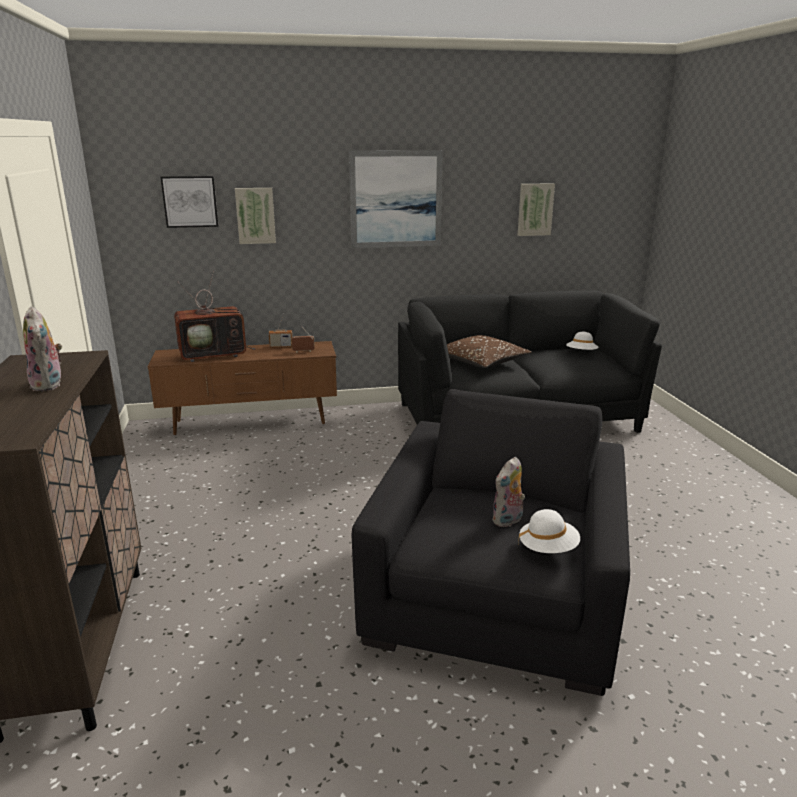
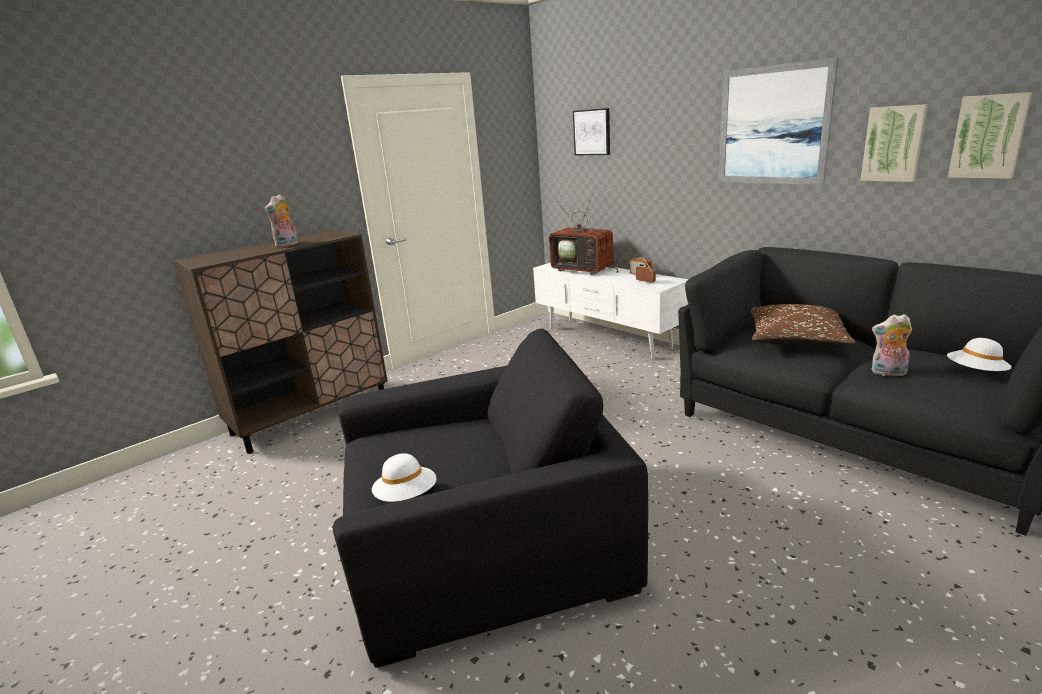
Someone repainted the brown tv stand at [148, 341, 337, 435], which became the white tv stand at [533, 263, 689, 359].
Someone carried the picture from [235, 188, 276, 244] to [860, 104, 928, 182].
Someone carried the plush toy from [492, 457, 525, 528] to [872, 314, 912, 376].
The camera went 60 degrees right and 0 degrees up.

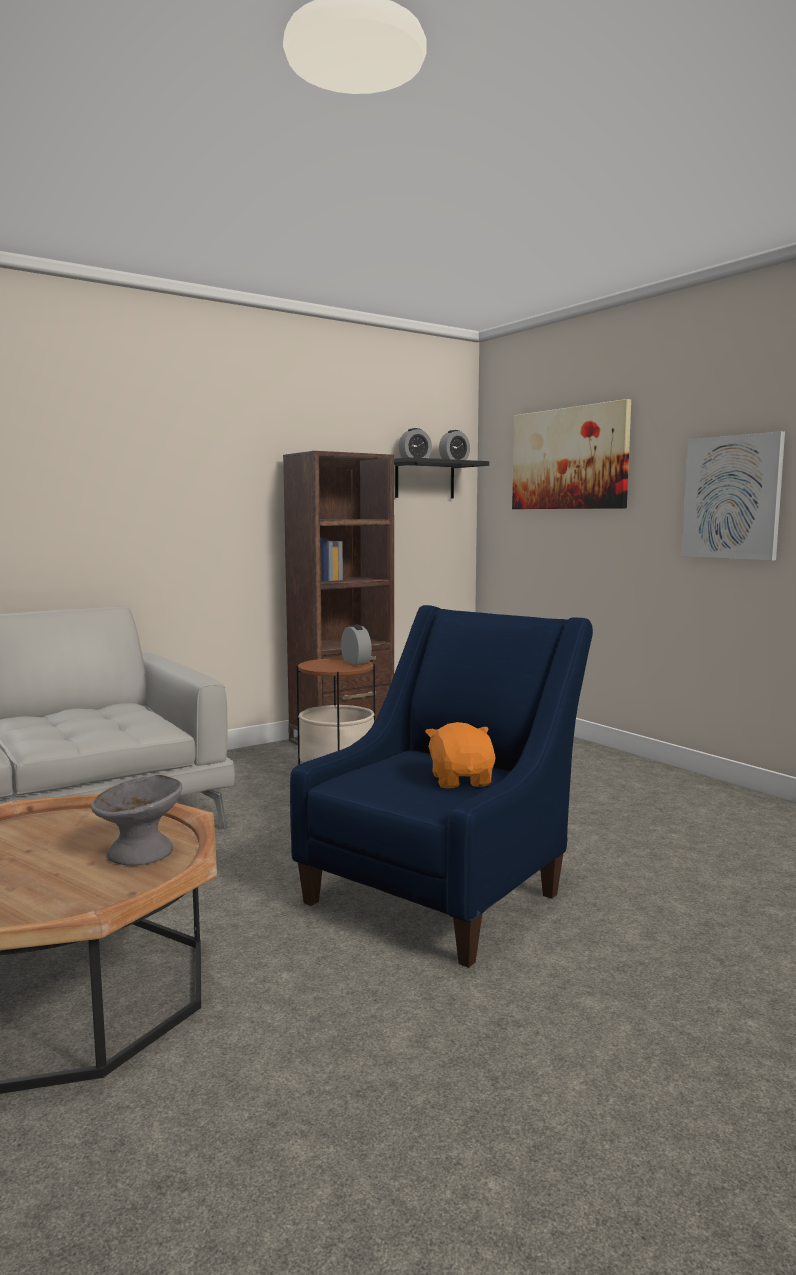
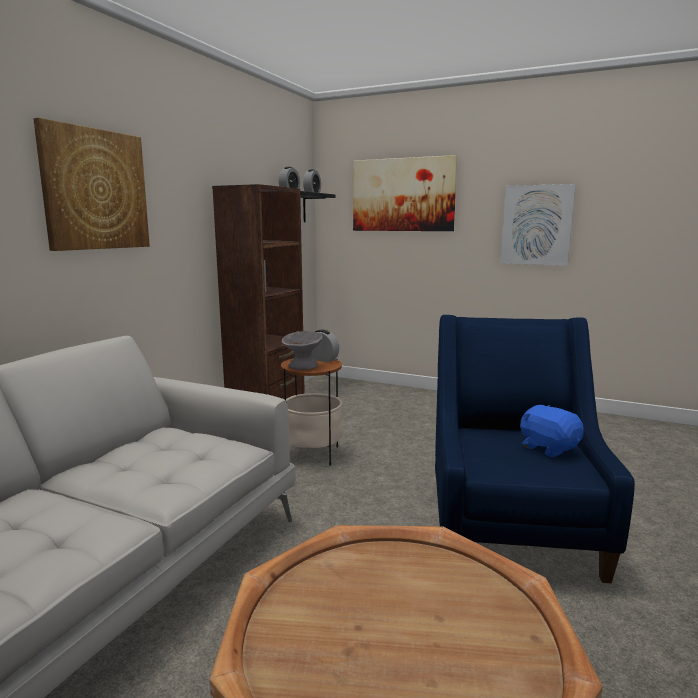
Someone put up the picture at [33, 118, 150, 251].
Someone carried the grey bowl from [91, 775, 182, 866] to [282, 331, 323, 370].
Someone repainted the orange plush toy at [425, 722, 496, 788], which became the blue plush toy at [520, 405, 584, 457].
The camera went 30 degrees left and 5 degrees up.

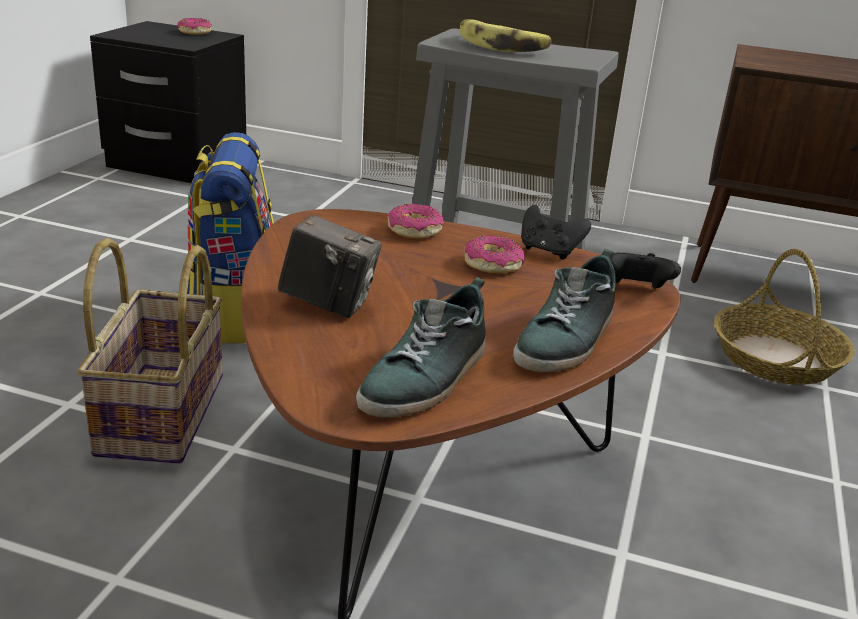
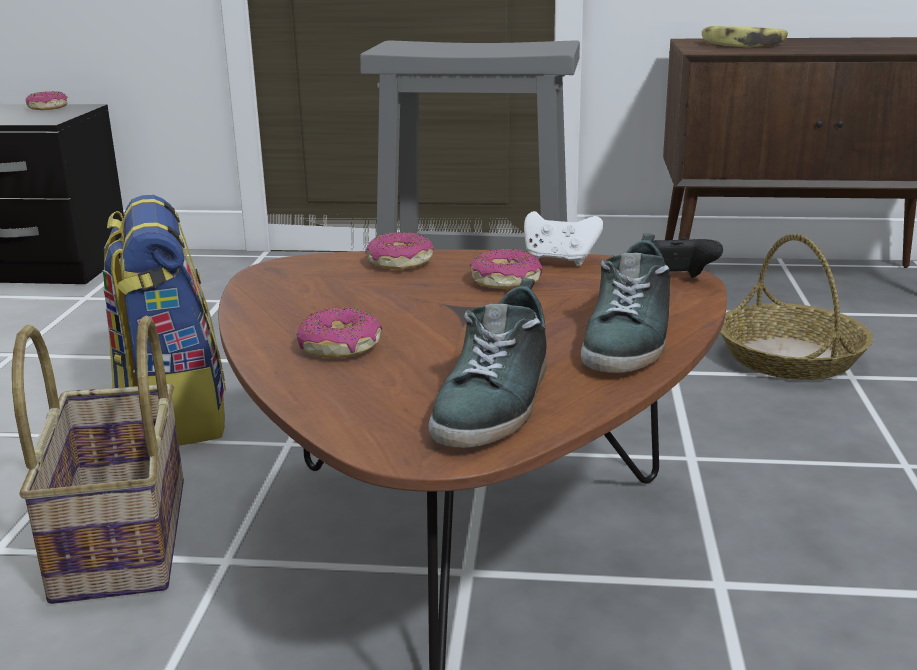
Someone swapped the photo camera at [278, 215, 382, 318] for the donut at [297, 308, 382, 358].
Someone repainted the black game controller at [521, 205, 591, 260], which became the white game controller at [524, 211, 603, 266].
Someone carried the banana from [460, 19, 551, 52] to [702, 26, 788, 47].
The camera went 10 degrees left and 5 degrees down.

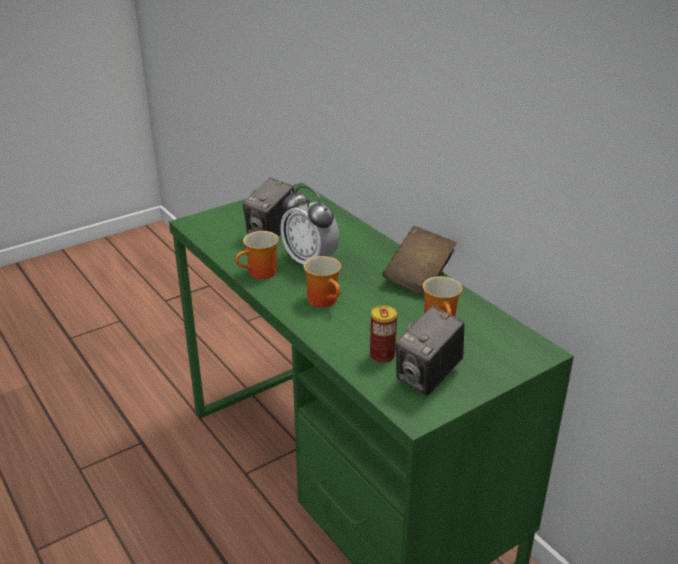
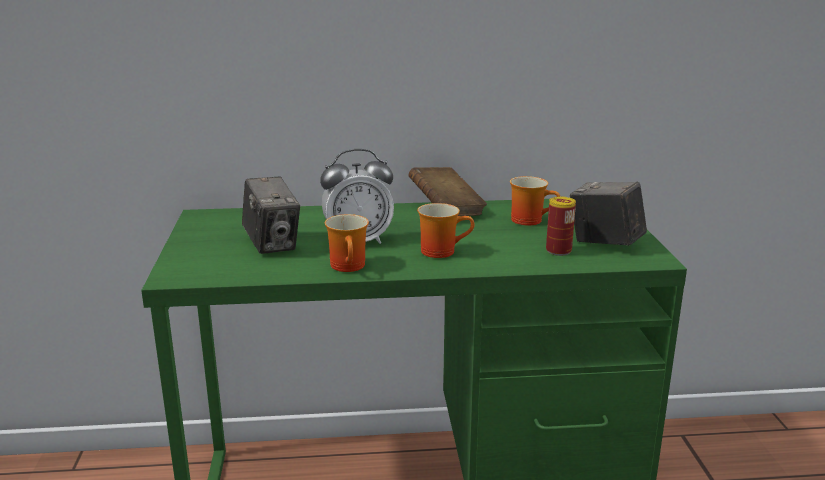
Someone rotated the photo camera at [396, 306, 465, 396] by 150 degrees clockwise.
The camera went 60 degrees left and 10 degrees down.

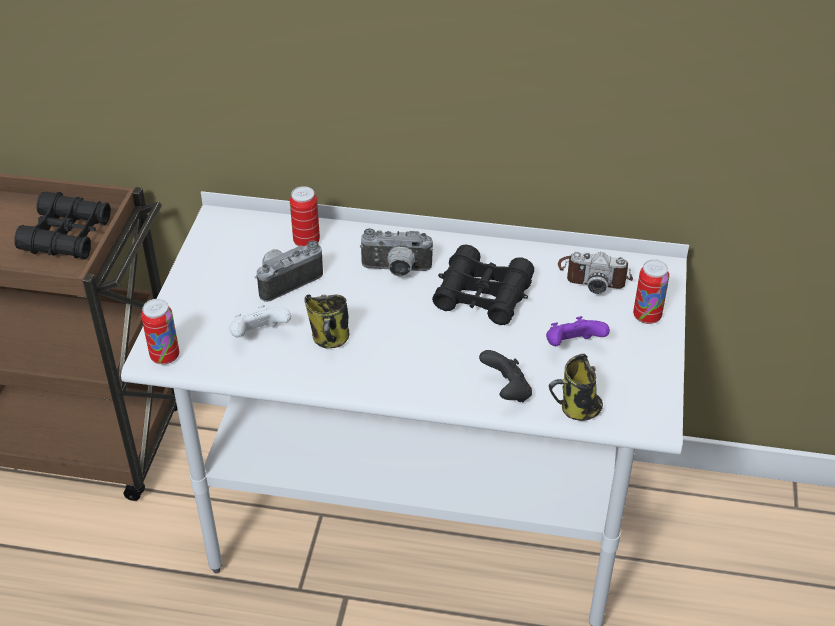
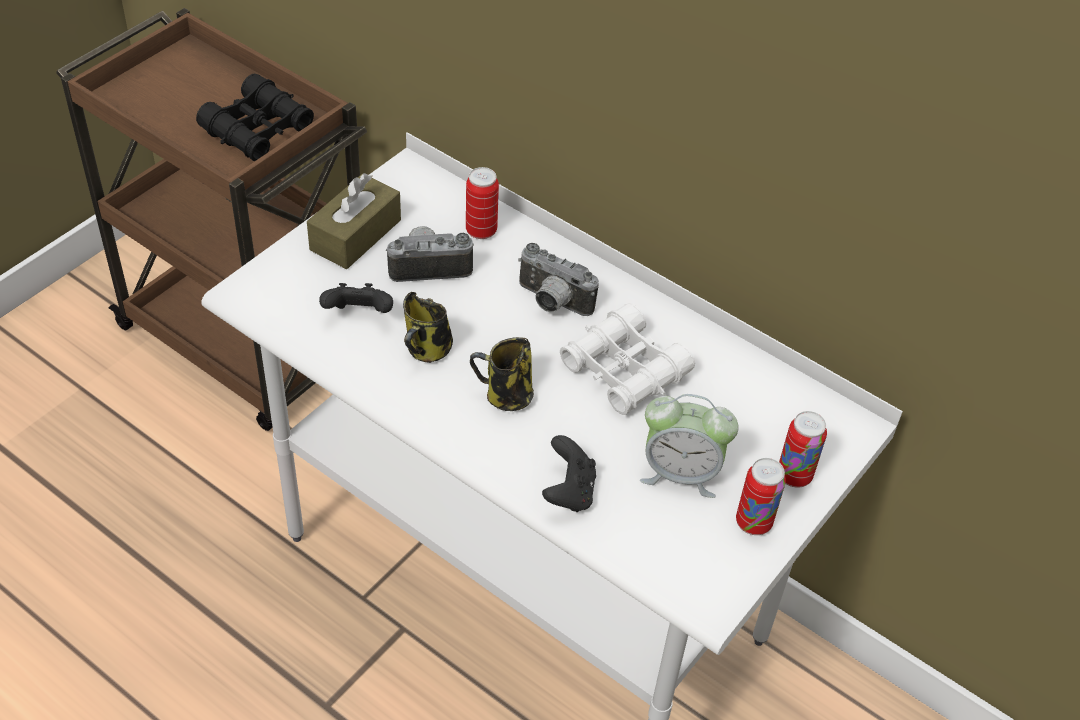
Someone put down the brown tissue box at [307, 173, 401, 269].
Someone repainted the white game controller at [229, 305, 291, 337], which became the black game controller at [319, 283, 393, 313].
Someone carried the mug from [549, 354, 603, 421] to [470, 337, 534, 411].
Someone repainted the black binoculars at [432, 244, 534, 325], which became the white binoculars at [560, 303, 695, 415].
Someone swapped the purple game controller at [546, 316, 610, 346] for the alarm clock at [640, 394, 739, 498].
Someone carried the can from [141, 299, 179, 365] to [736, 458, 786, 535].
Someone took away the photo camera at [558, 252, 633, 294].
The camera went 25 degrees right and 5 degrees up.

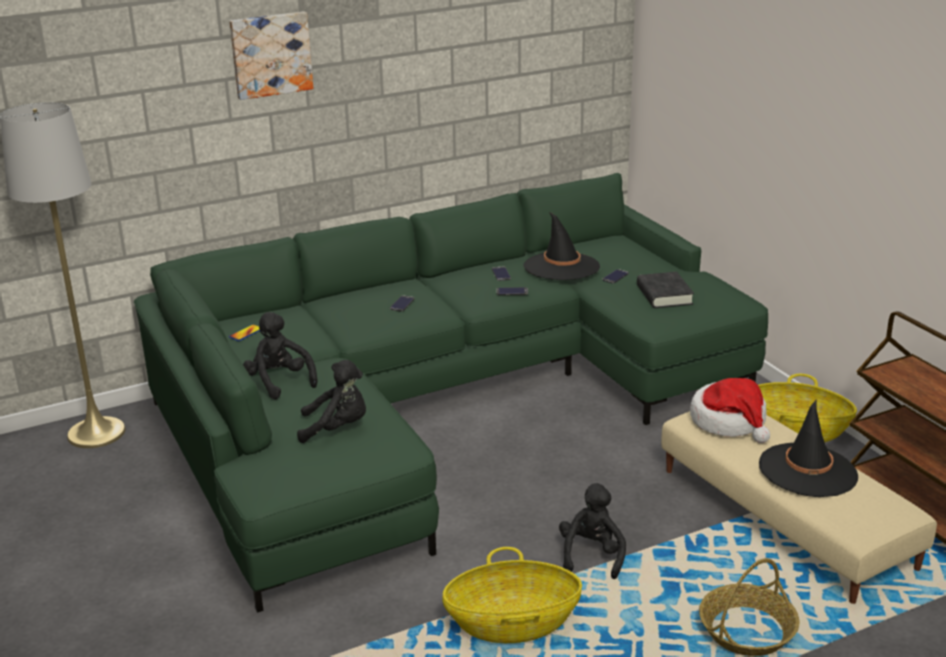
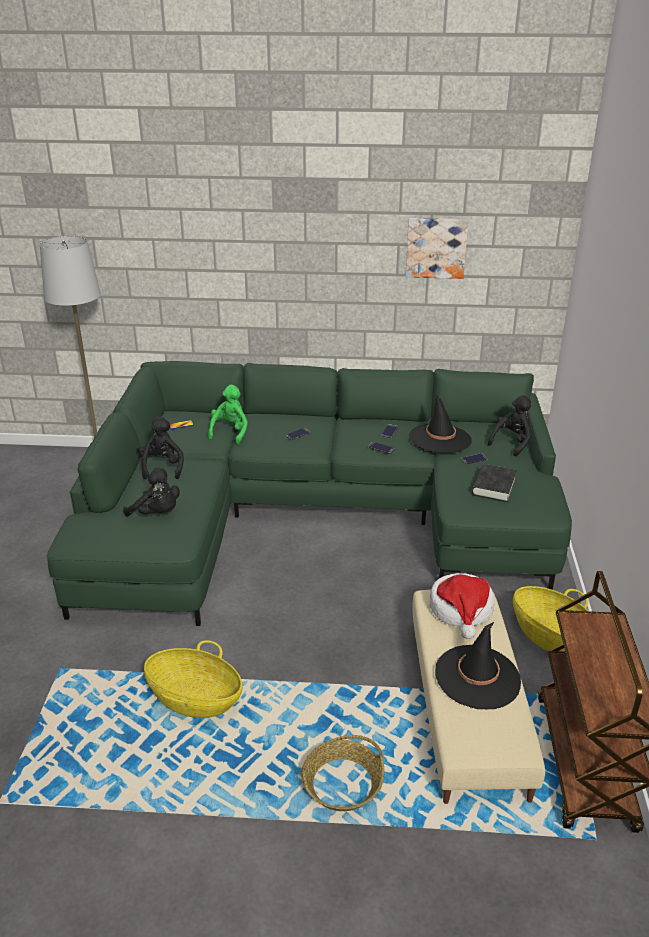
Someone put down the green plush toy at [208, 385, 248, 444].
Someone carried the picture from [229, 11, 313, 100] to [406, 218, 469, 279].
Someone carried the black plush toy from [559, 483, 626, 579] to [488, 395, 531, 457].
The camera went 30 degrees right and 5 degrees up.

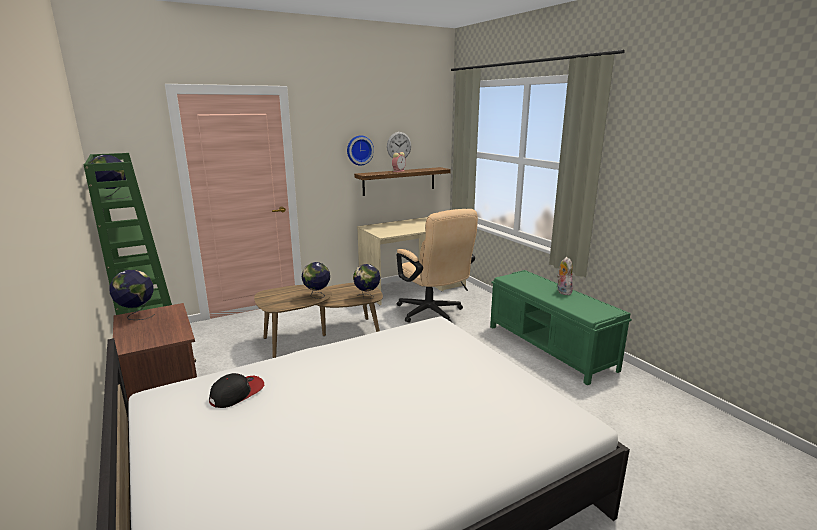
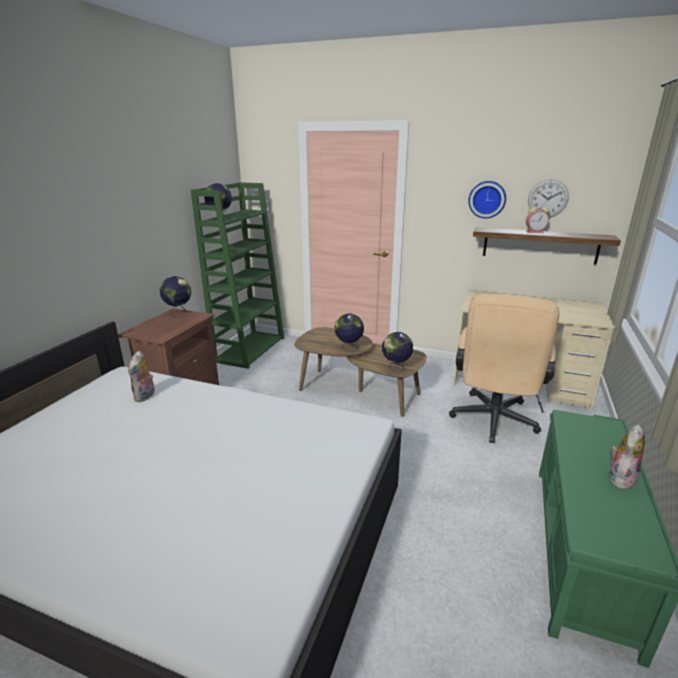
Someone swapped the cap at [209, 373, 264, 408] for the plush toy at [128, 351, 155, 402].
The camera went 50 degrees right and 5 degrees up.

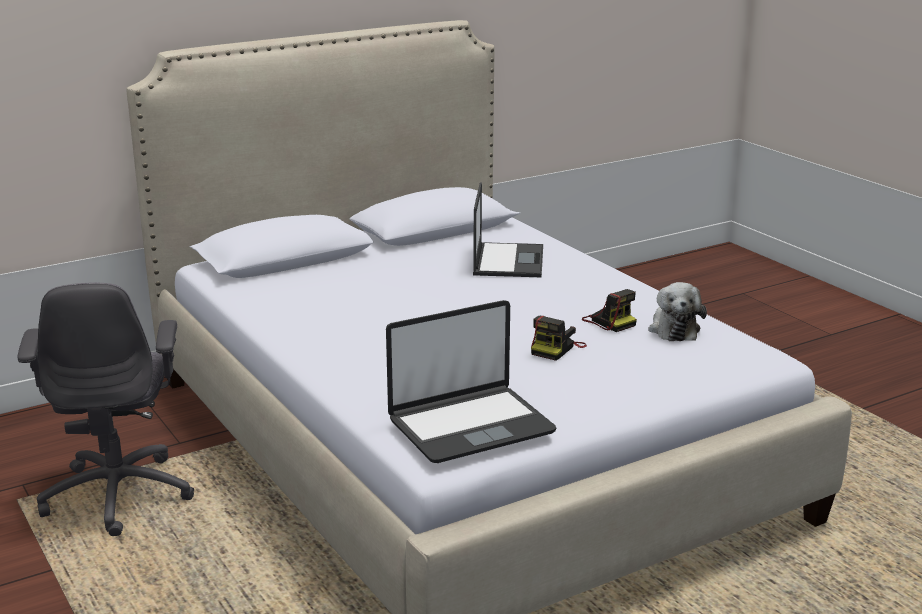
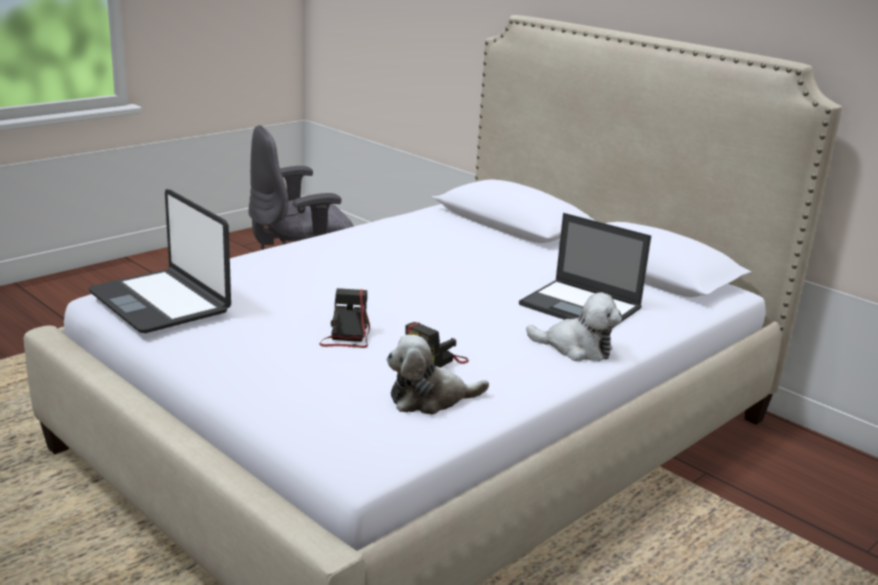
Someone rotated the photo camera at [531, 316, 587, 361] by 75 degrees clockwise.
Someone rotated the laptop at [473, 182, 543, 277] by 45 degrees clockwise.
Someone put down the plush toy at [526, 292, 622, 361].
The camera went 75 degrees right and 0 degrees up.

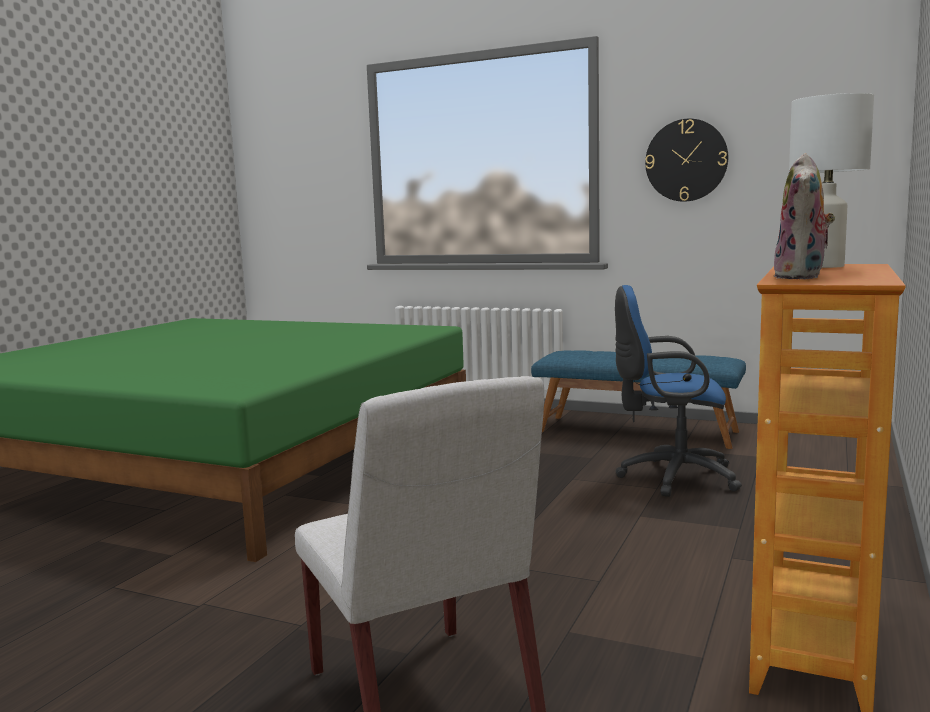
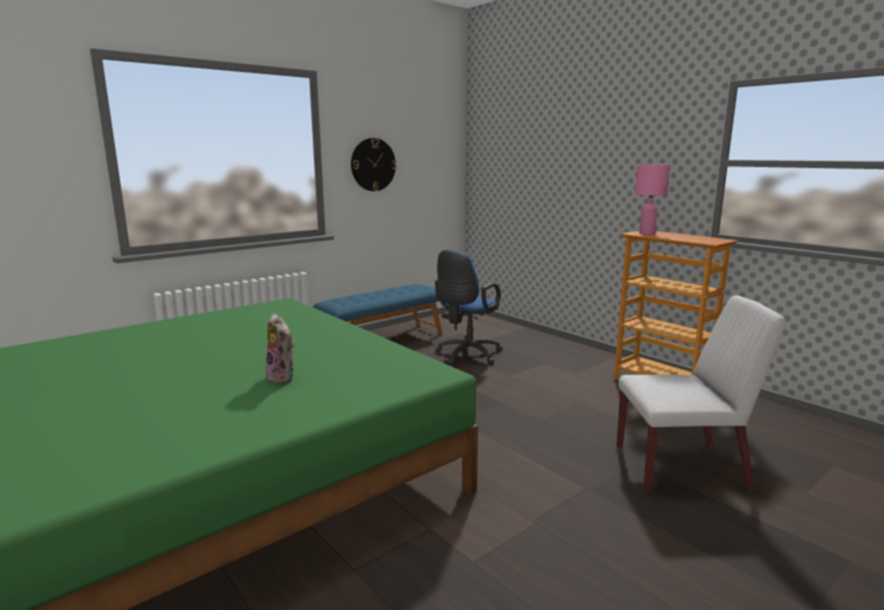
Someone carried the plush toy from [773, 153, 835, 279] to [265, 313, 294, 384].
Someone repainted the white table lamp at [789, 93, 874, 268], which became the pink table lamp at [635, 164, 670, 234].
The camera went 65 degrees left and 5 degrees up.

